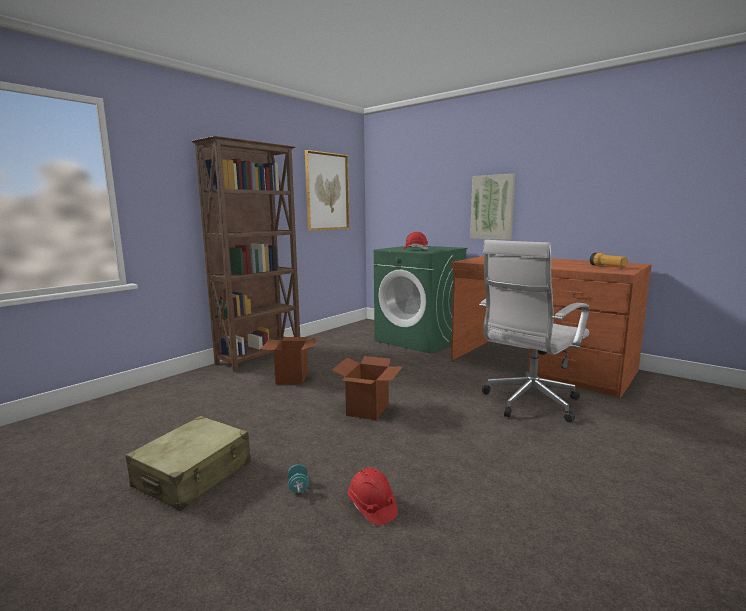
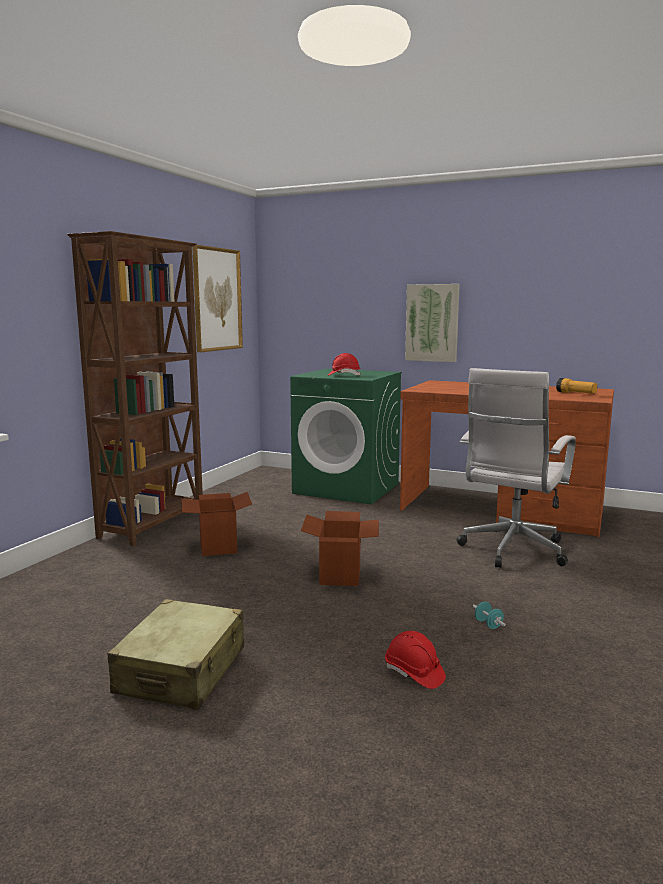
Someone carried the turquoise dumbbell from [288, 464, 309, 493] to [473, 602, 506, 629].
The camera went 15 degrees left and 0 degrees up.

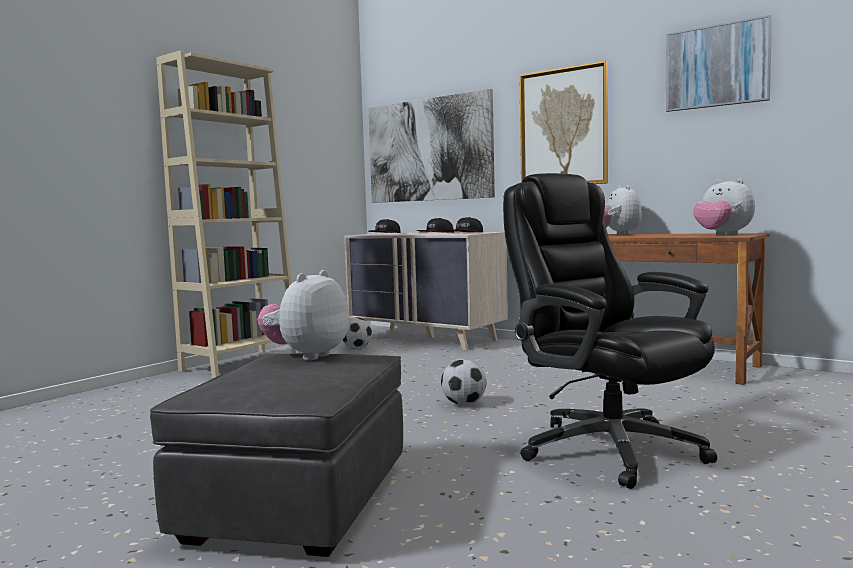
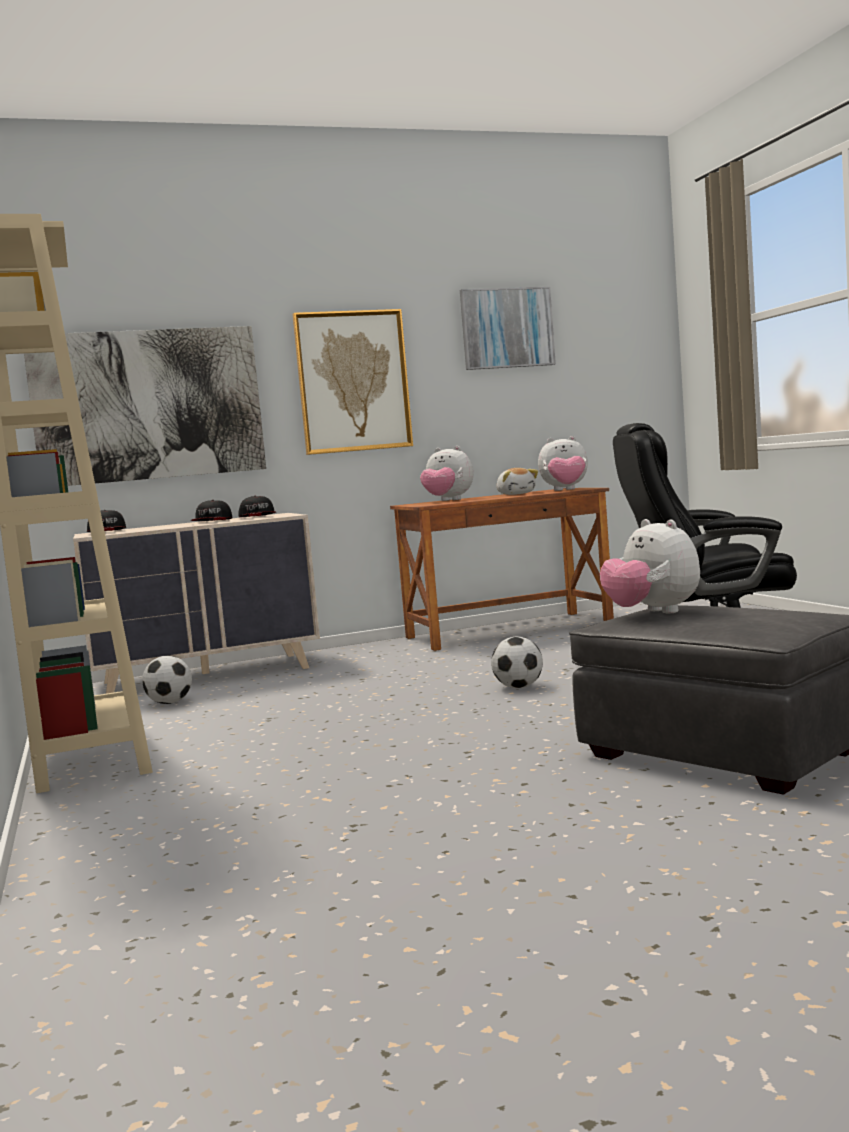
Someone put down the plush toy at [497, 468, 538, 495].
The camera went 55 degrees left and 0 degrees up.

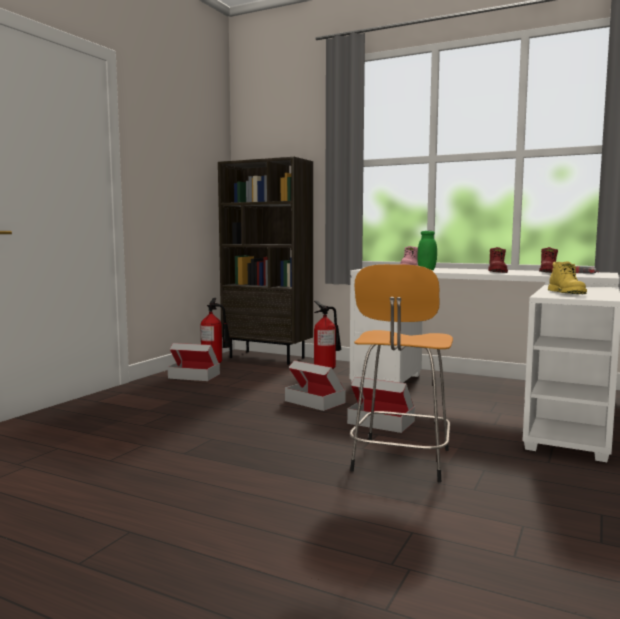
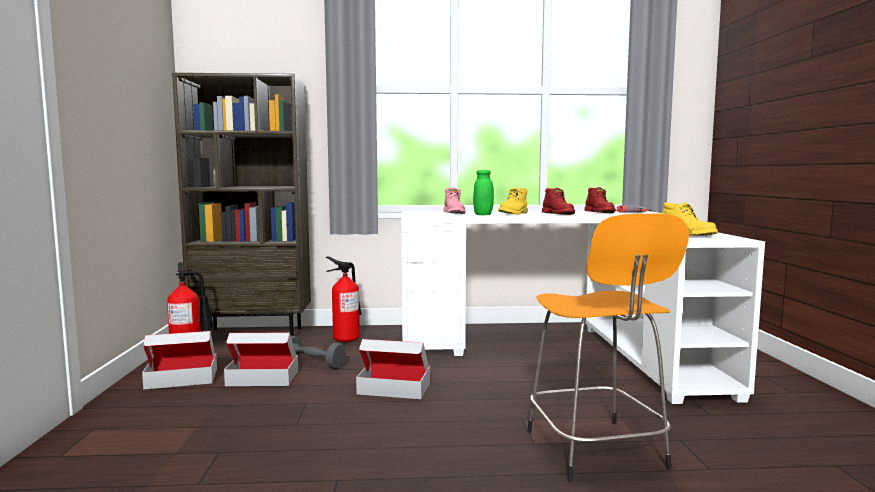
Someone carried the cardboard box from [347, 377, 415, 433] to [224, 332, 298, 386].
Someone put down the grey dumbbell at [291, 336, 346, 369].
Someone put down the yellow boot at [498, 187, 528, 214].
The camera went 30 degrees left and 0 degrees up.

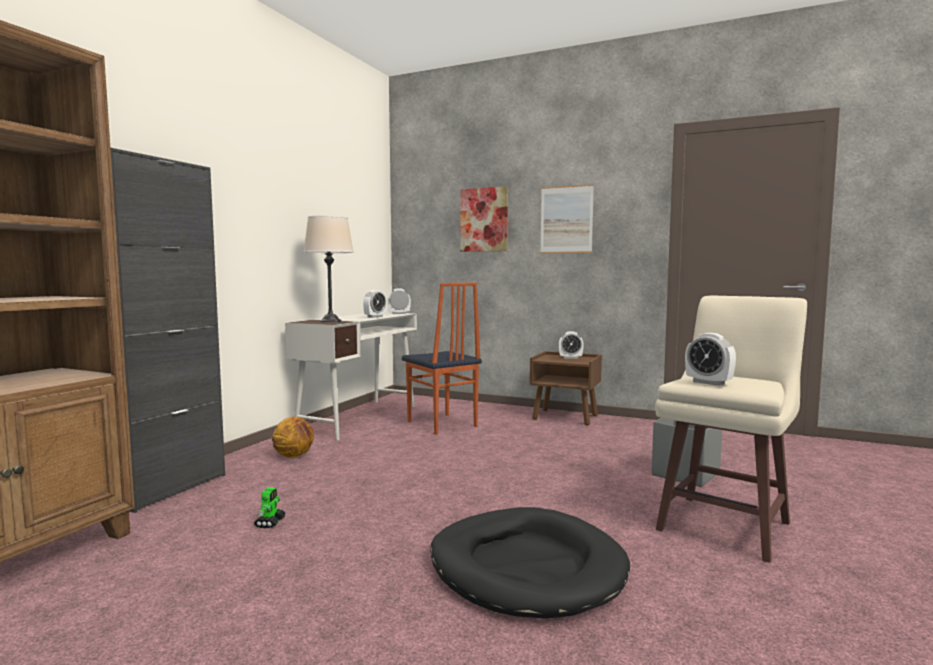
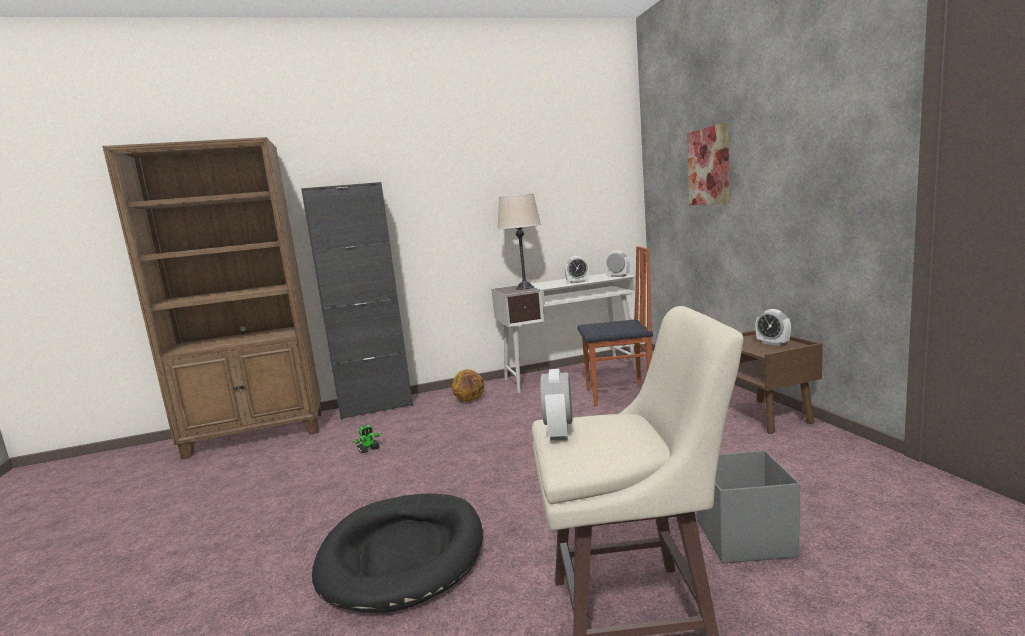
Someone rotated the chair at [402, 282, 482, 435] by 105 degrees counterclockwise.
Someone took away the picture at [540, 184, 594, 253].
The camera went 50 degrees right and 5 degrees up.

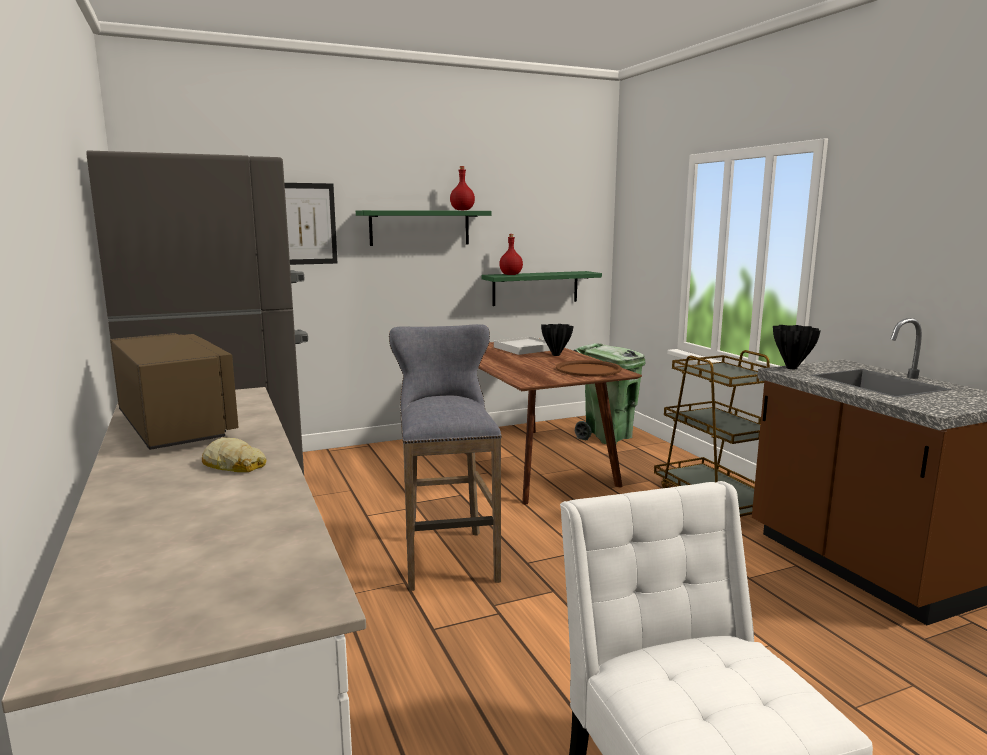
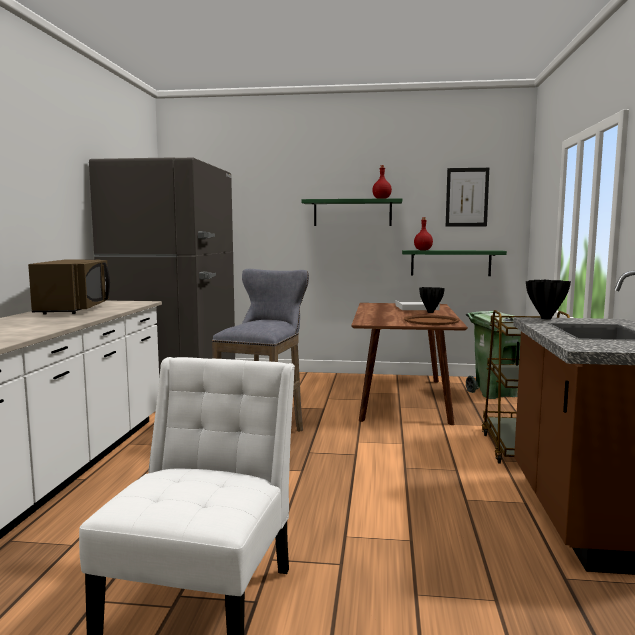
Someone carried the picture from [284, 183, 337, 265] to [446, 168, 489, 226].
Someone took away the bread at [202, 437, 267, 472].
The camera went 30 degrees right and 5 degrees down.

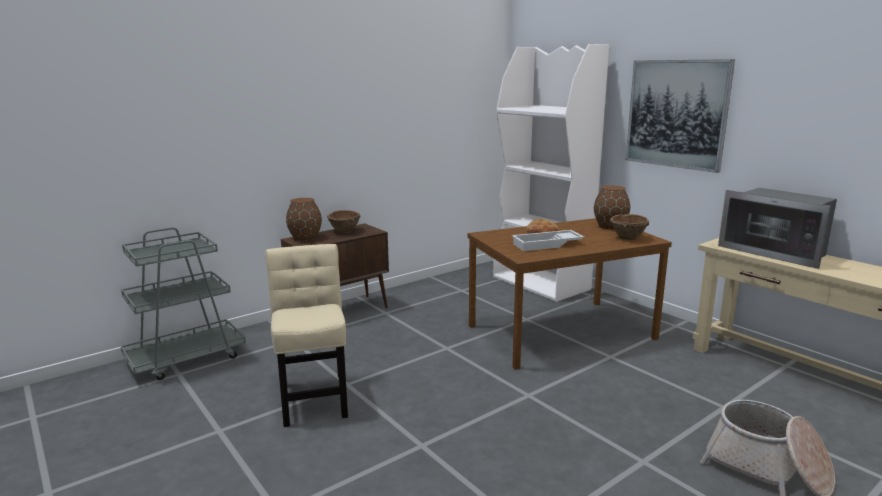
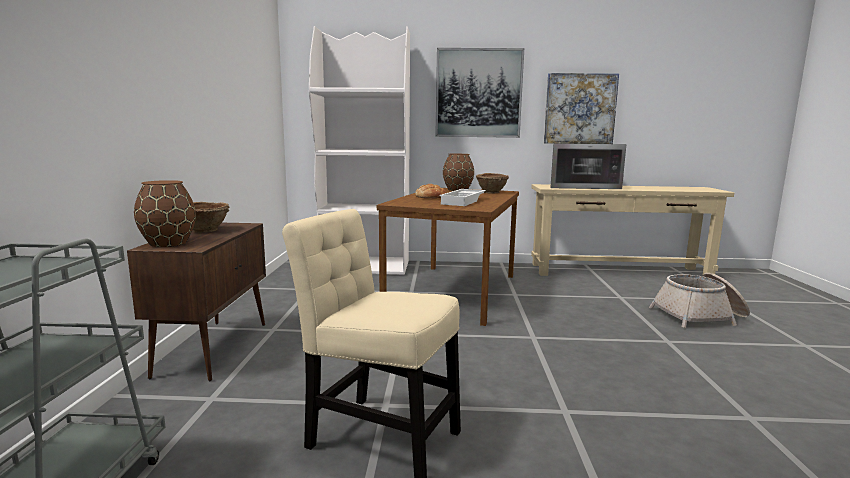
Someone put up the picture at [544, 73, 619, 144].
The camera went 50 degrees left and 5 degrees down.

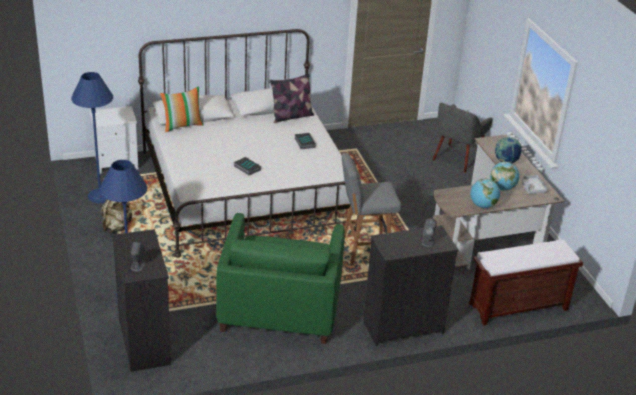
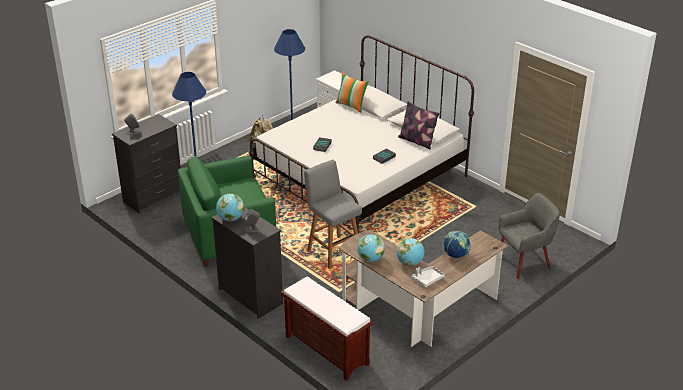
Someone put down the globe at [216, 194, 244, 221].
Someone rotated the grey armchair at [433, 103, 492, 173] by 150 degrees clockwise.
The camera went 65 degrees right and 0 degrees up.

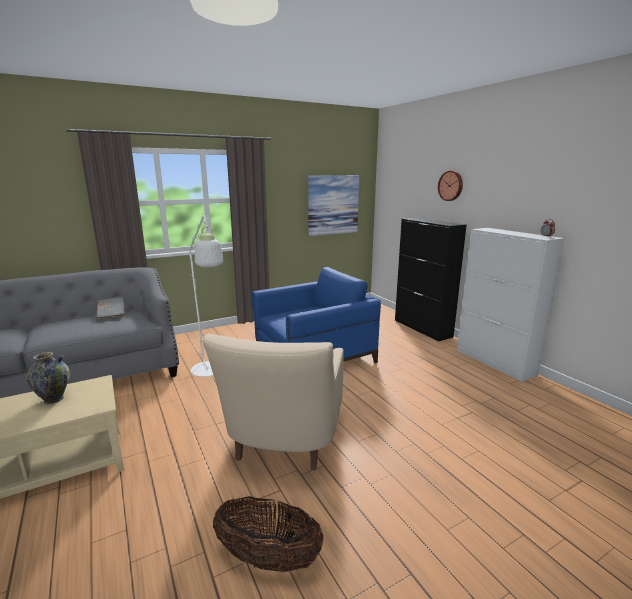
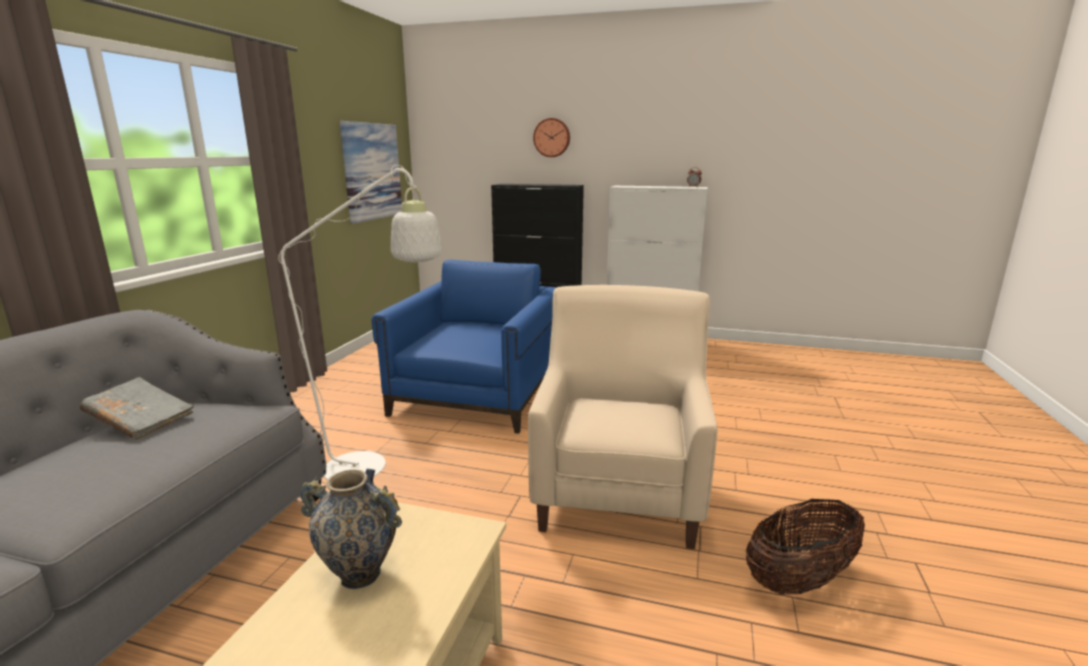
Someone rotated the beige armchair at [202, 334, 344, 470] by 135 degrees counterclockwise.
The camera went 45 degrees left and 0 degrees up.

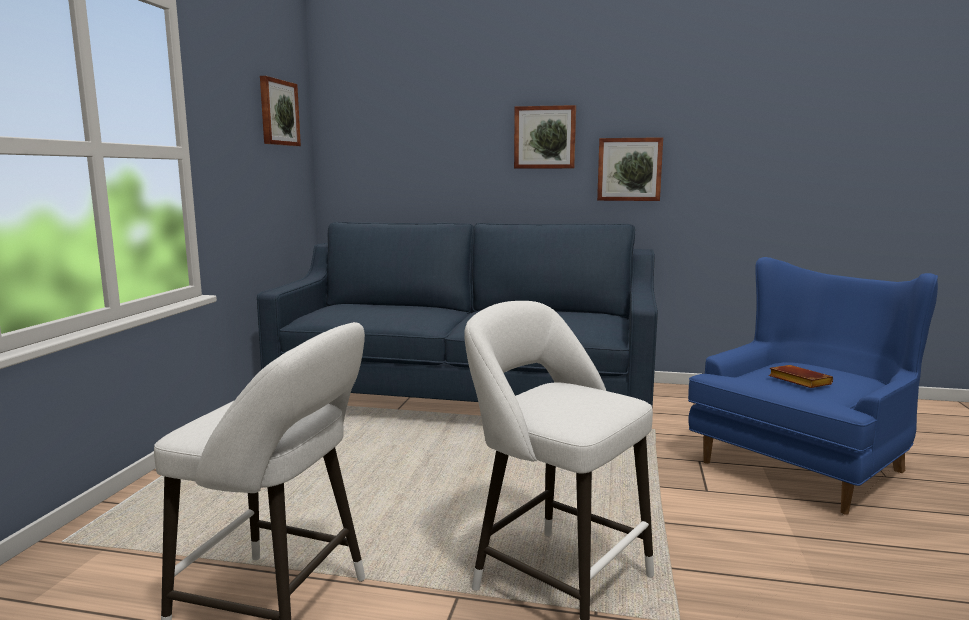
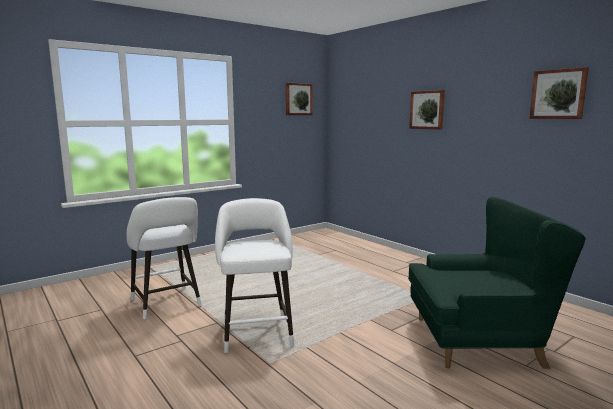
Someone repainted the blue armchair at [688, 257, 938, 515], which became the green armchair at [408, 197, 586, 369].
Someone carried the picture from [597, 137, 663, 201] to [530, 67, 589, 119].
Someone took away the blue sofa at [257, 222, 658, 407].
Someone took away the brown book at [769, 365, 833, 388].
The camera went 40 degrees right and 0 degrees up.

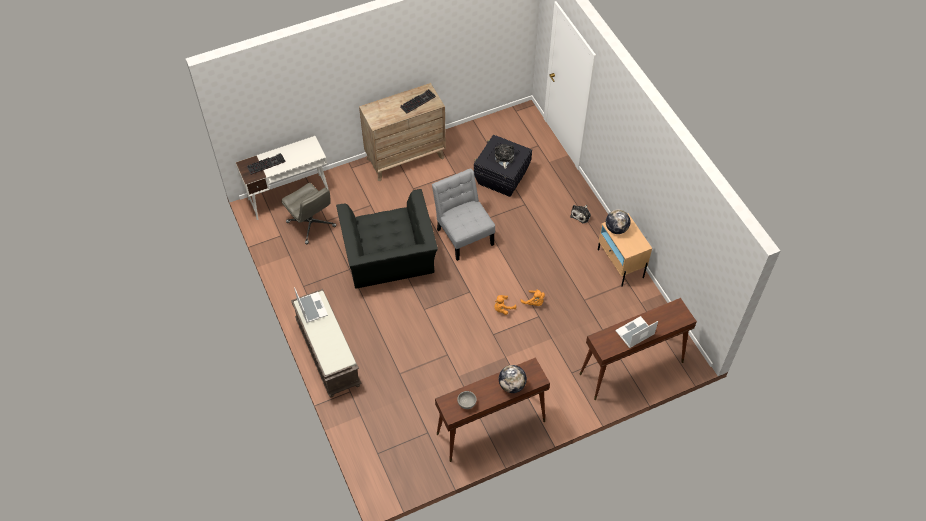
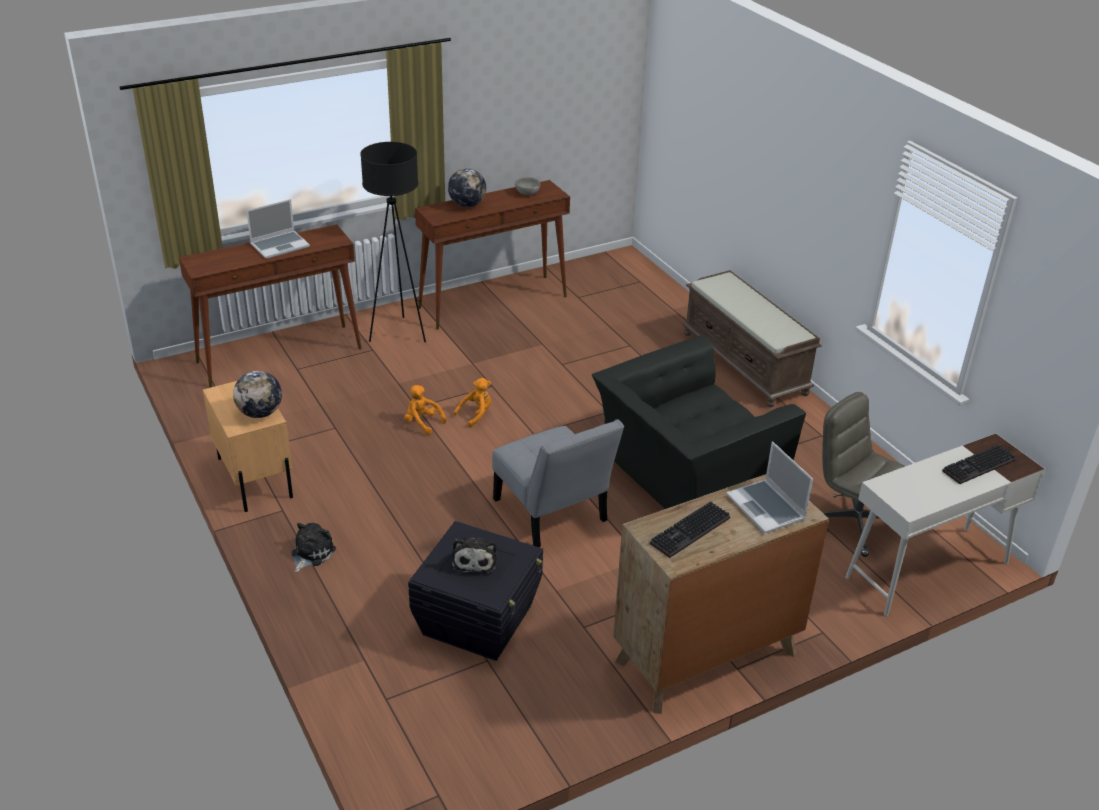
Someone put down the black floor lamp at [360, 142, 426, 342].
Someone rotated the black armchair at [336, 189, 438, 289] by 105 degrees counterclockwise.
Someone carried the laptop from [294, 287, 328, 323] to [727, 442, 813, 534].
The camera went 175 degrees right and 20 degrees down.

